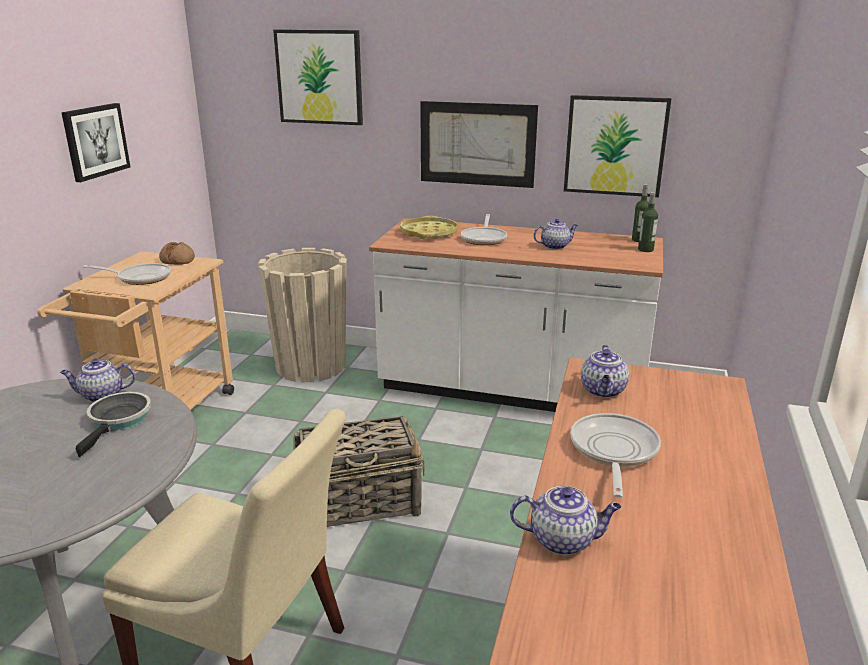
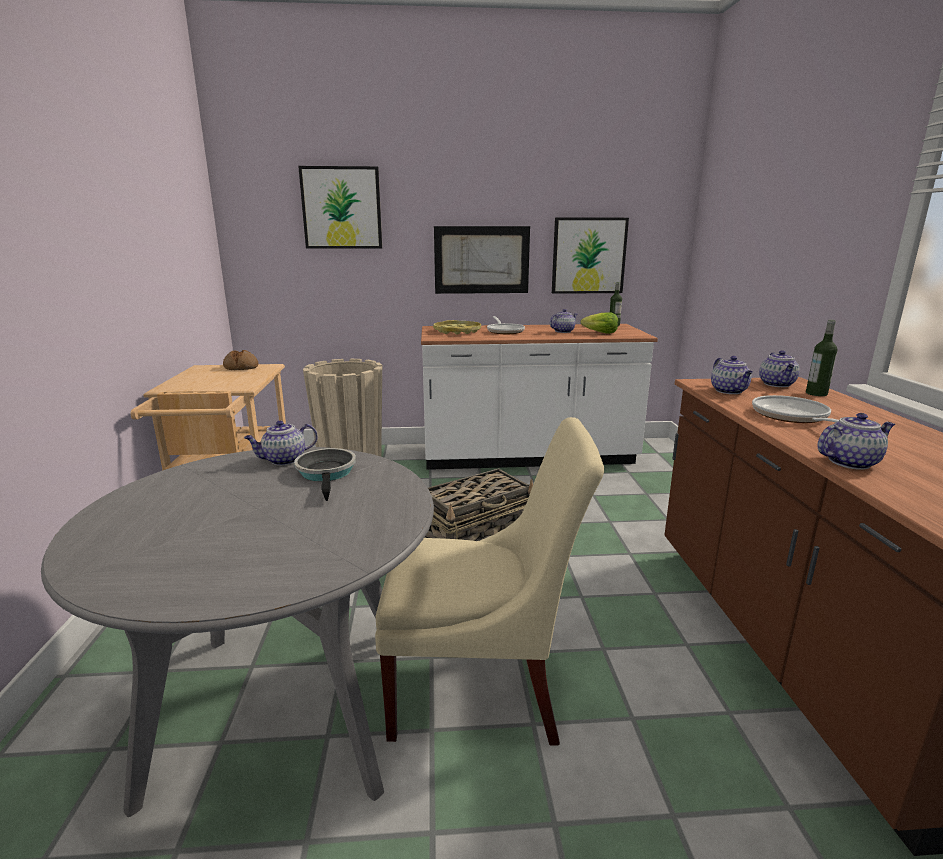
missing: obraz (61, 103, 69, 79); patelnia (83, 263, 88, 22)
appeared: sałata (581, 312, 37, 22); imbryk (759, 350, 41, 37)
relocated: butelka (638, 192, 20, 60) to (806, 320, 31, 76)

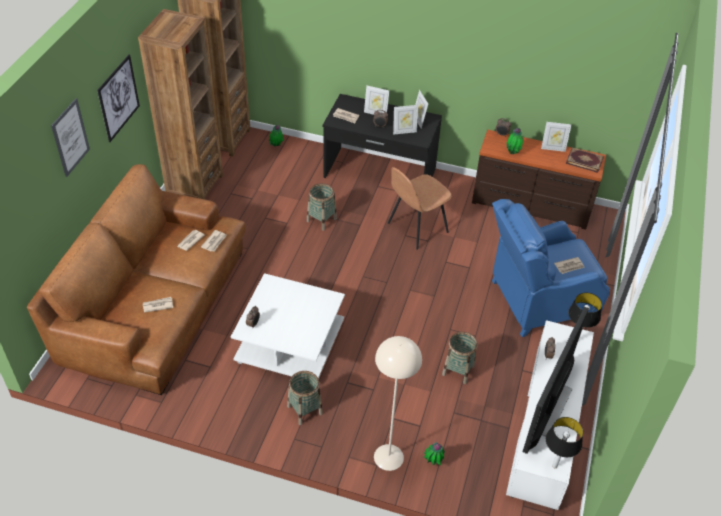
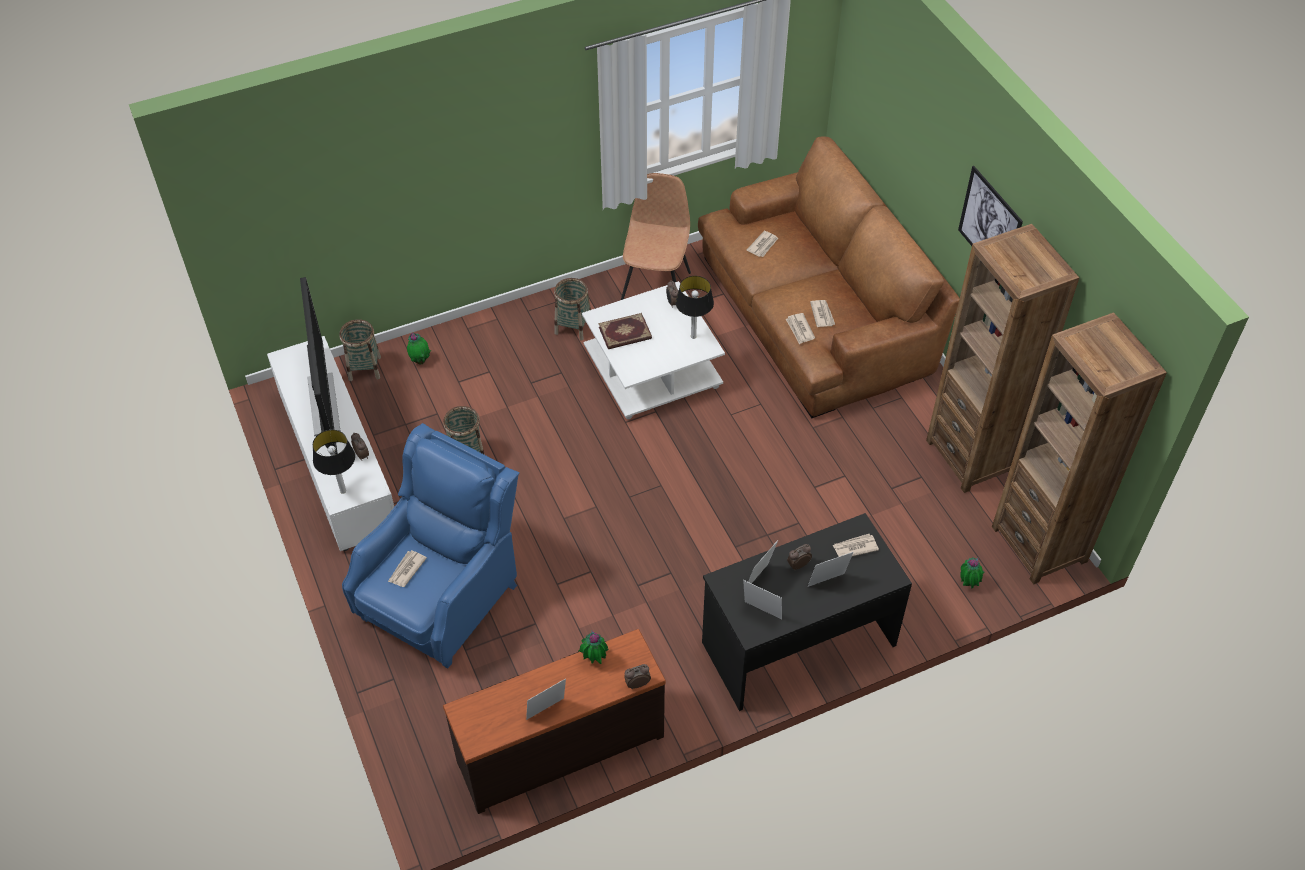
missing: obraz (51, 98, 39, 79); lampa stojąca (beżowy) (374, 336, 48, 135)
relocated: koszyk (307, 183, 30, 48) to (339, 319, 42, 62); książka (566, 147, 38, 26) to (598, 313, 54, 36); krzesło (brązowy) (388, 167, 64, 83) to (621, 173, 70, 127); lampa stołowa (546, 417, 37, 51) to (676, 276, 38, 63)

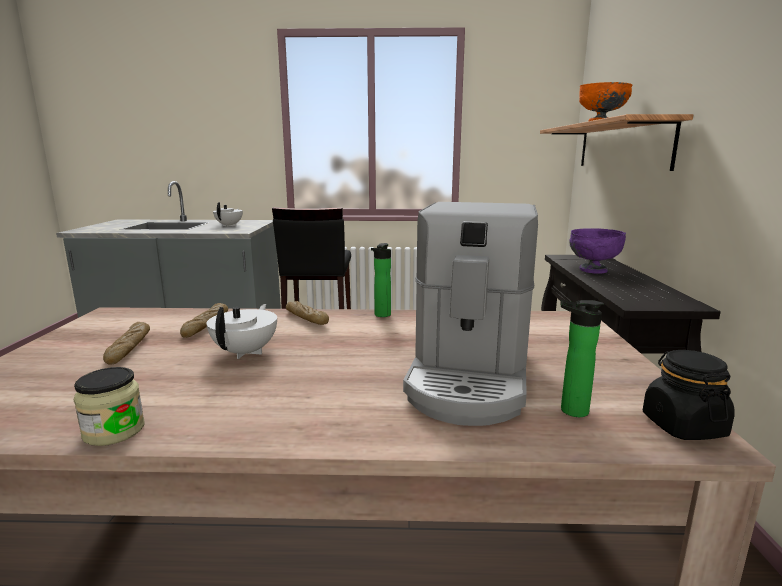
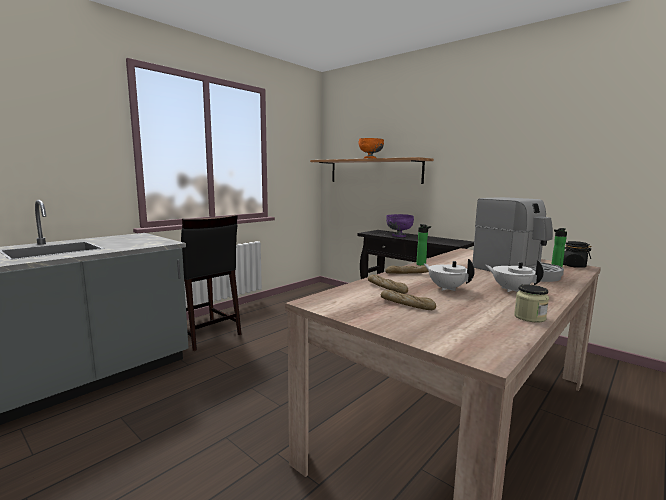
relocated: imbryk (biały) (213, 202, 30, 25) to (485, 260, 59, 32)

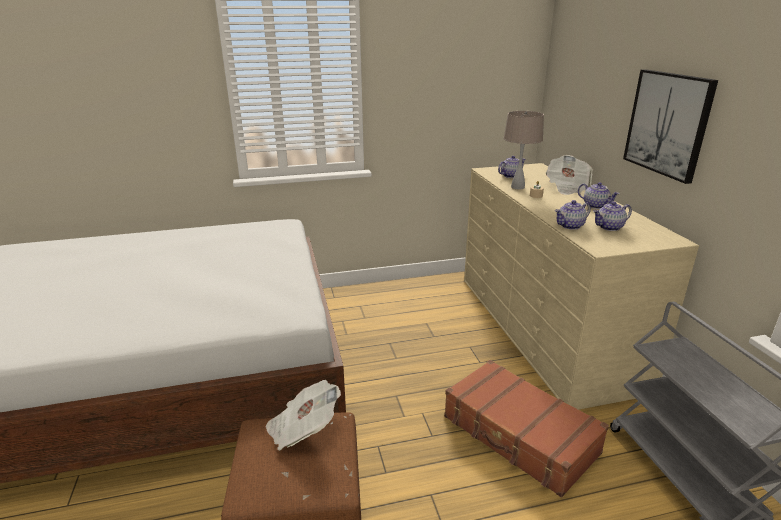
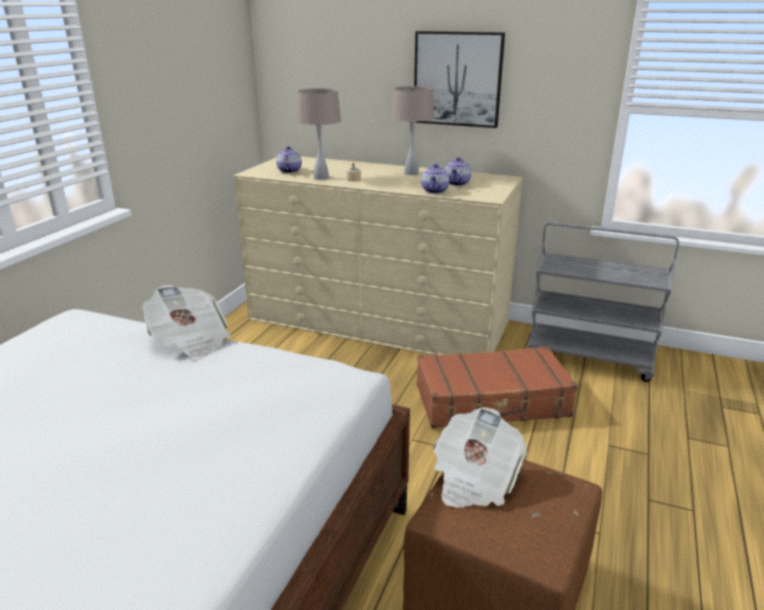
relocated: gazeta (546, 155, 47, 40) to (142, 285, 89, 75)
exchanged: imbryk (578, 182, 42, 27) to lampa stołowa (beżowy) (391, 86, 43, 89)

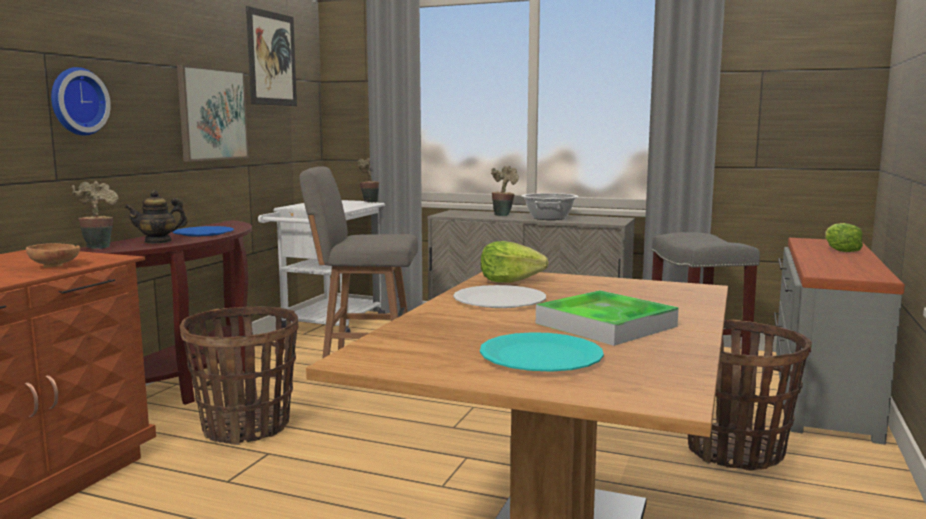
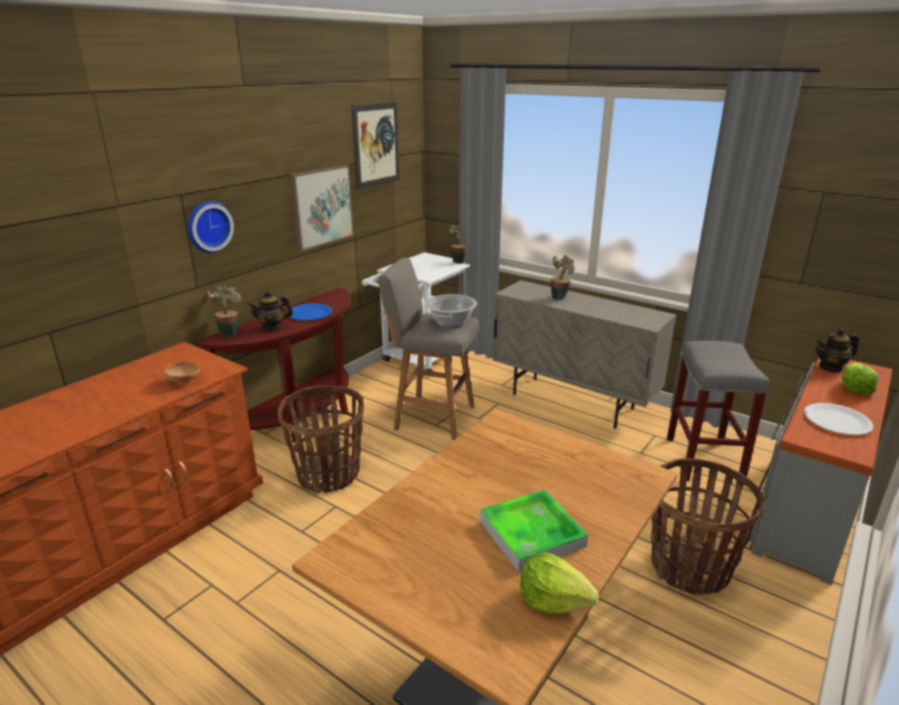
missing: talerz (turkusowy) (480, 332, 124, 40)
appeared: imbryk (816, 328, 43, 45)
relocated: garnek (521, 193, 58, 27) to (426, 294, 51, 33); sałata (481, 241, 67, 42) to (520, 552, 79, 62); talerz (biały) (453, 285, 93, 23) to (804, 403, 70, 32)

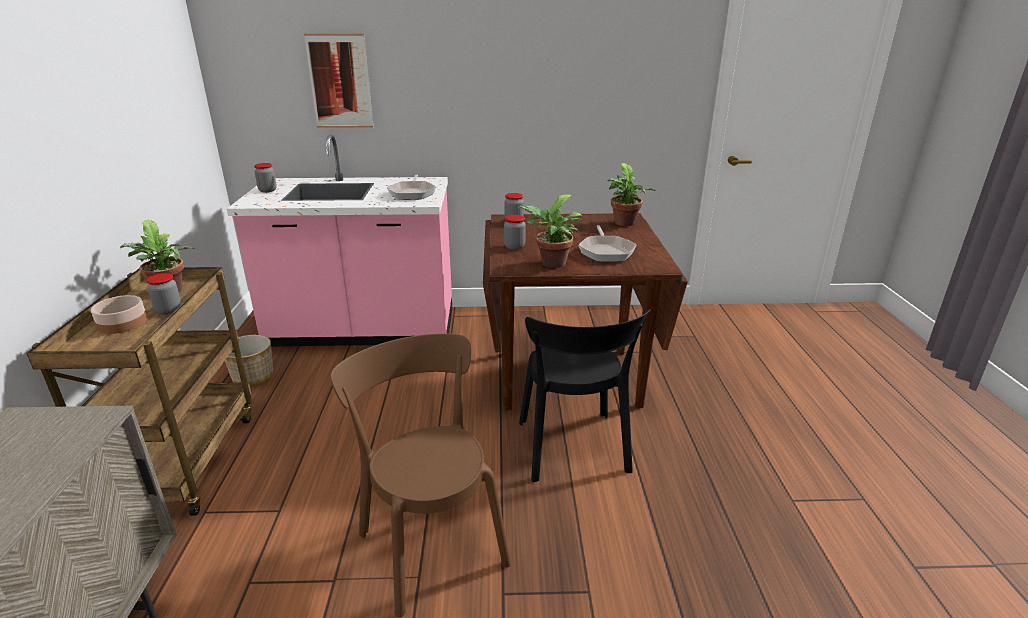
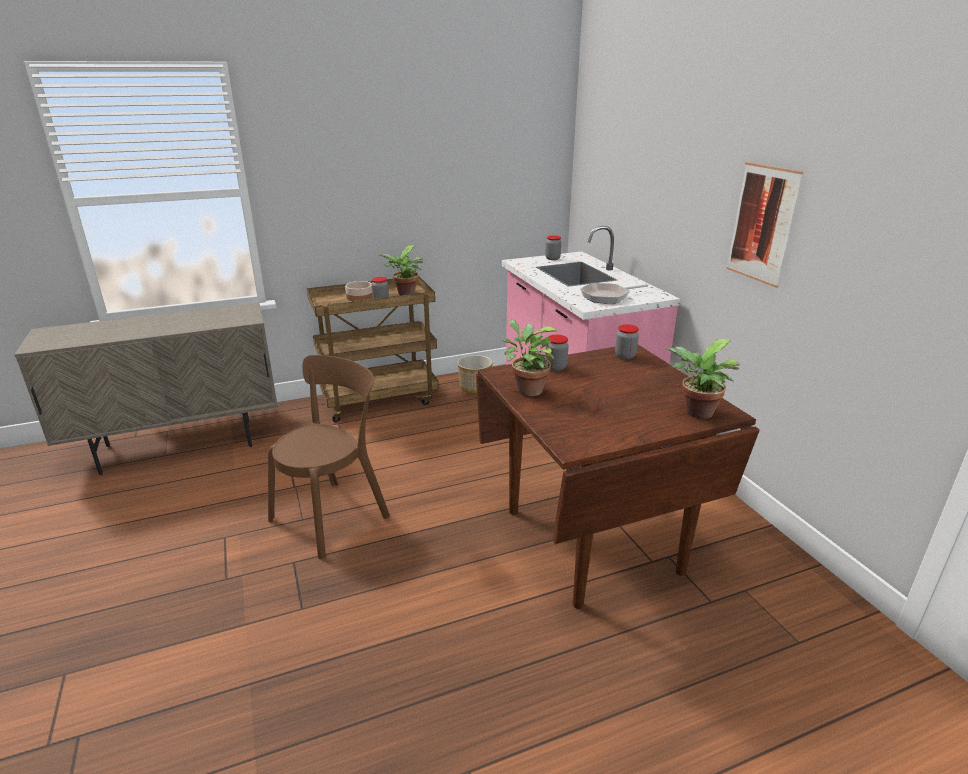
missing: krzesło (czarny) (519, 309, 132, 173); patelnia (578, 225, 59, 37)
relocated: obraz (304, 34, 70, 94) to (726, 162, 77, 126)

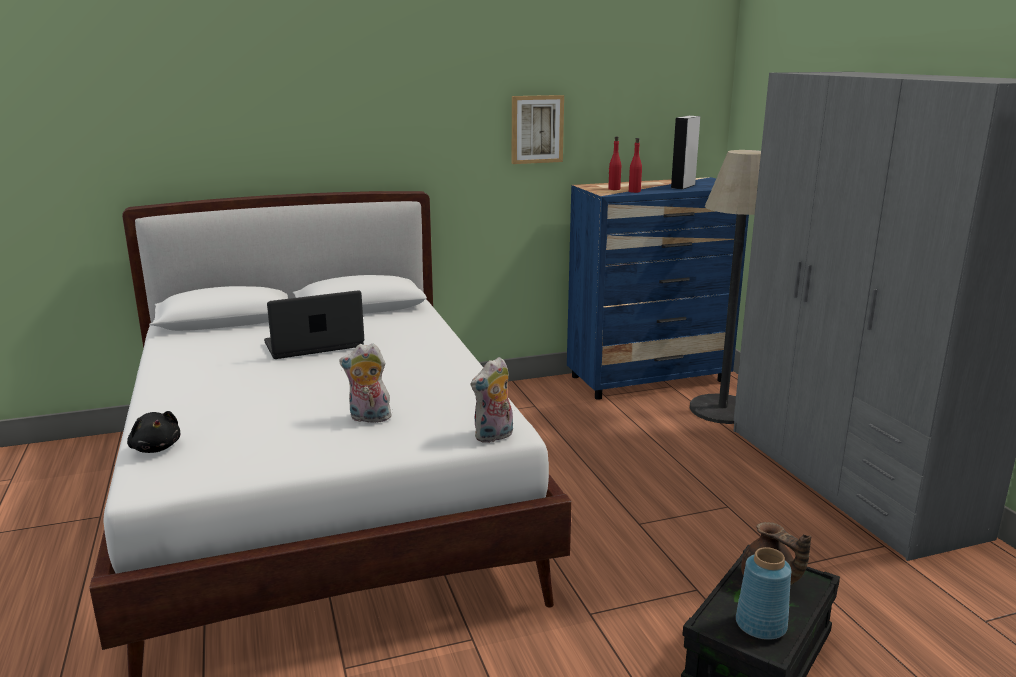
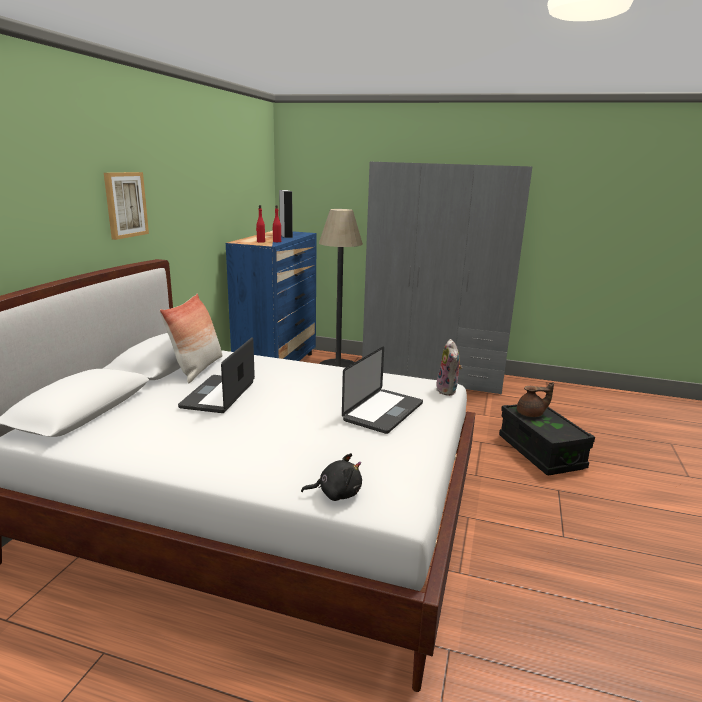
missing: wazon (niebieski) (736, 547, 55, 93)
appeared: poduszka (159, 294, 63, 89)
relocated: obraz (512, 95, 52, 69) to (104, 172, 45, 68)
exchanged: pluszak (339, 343, 52, 80) to laptop (342, 346, 81, 88)

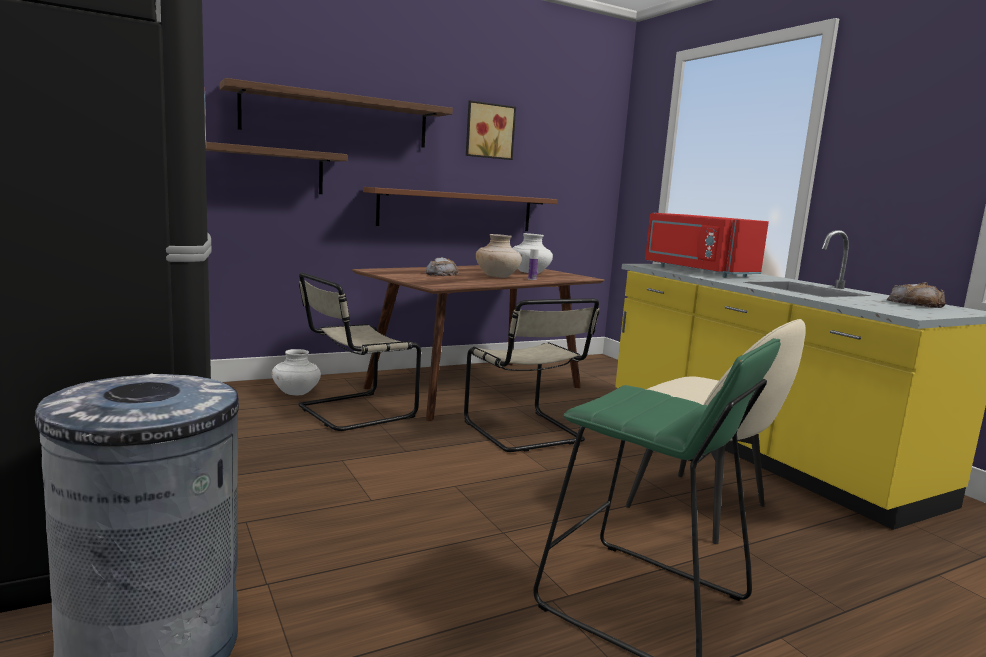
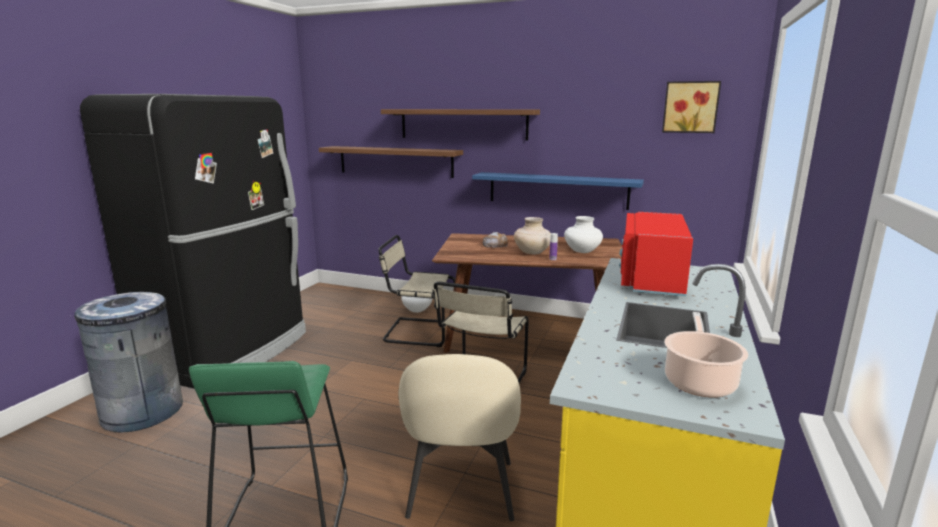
relocated: obraz (466, 100, 50, 60) to (662, 81, 59, 52)
exchanged: chleb (887, 282, 58, 26) to garnek (664, 312, 84, 85)
colour: półka (brązowy) (363, 187, 195, 44) to półka (niebieski) (472, 172, 172, 38)

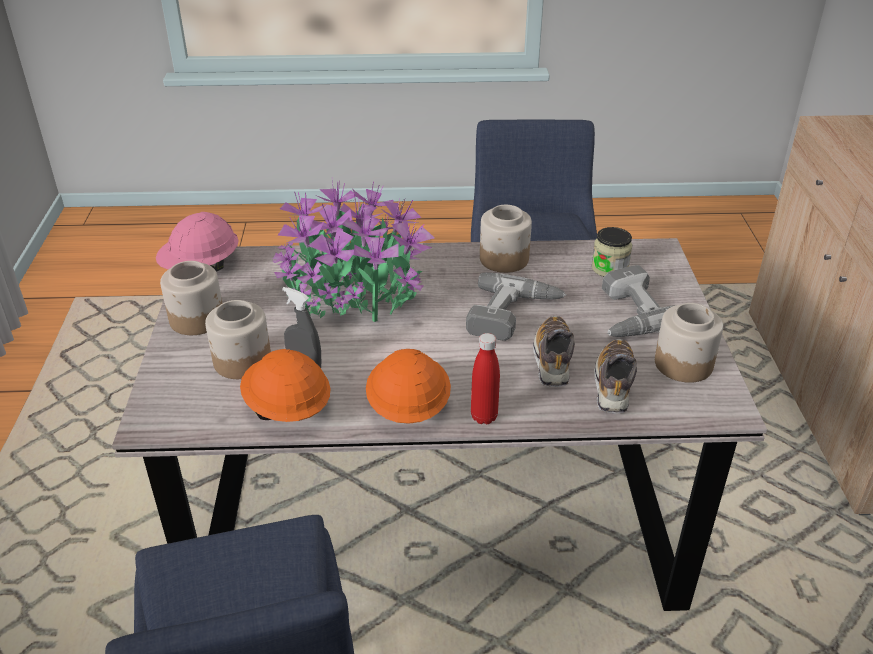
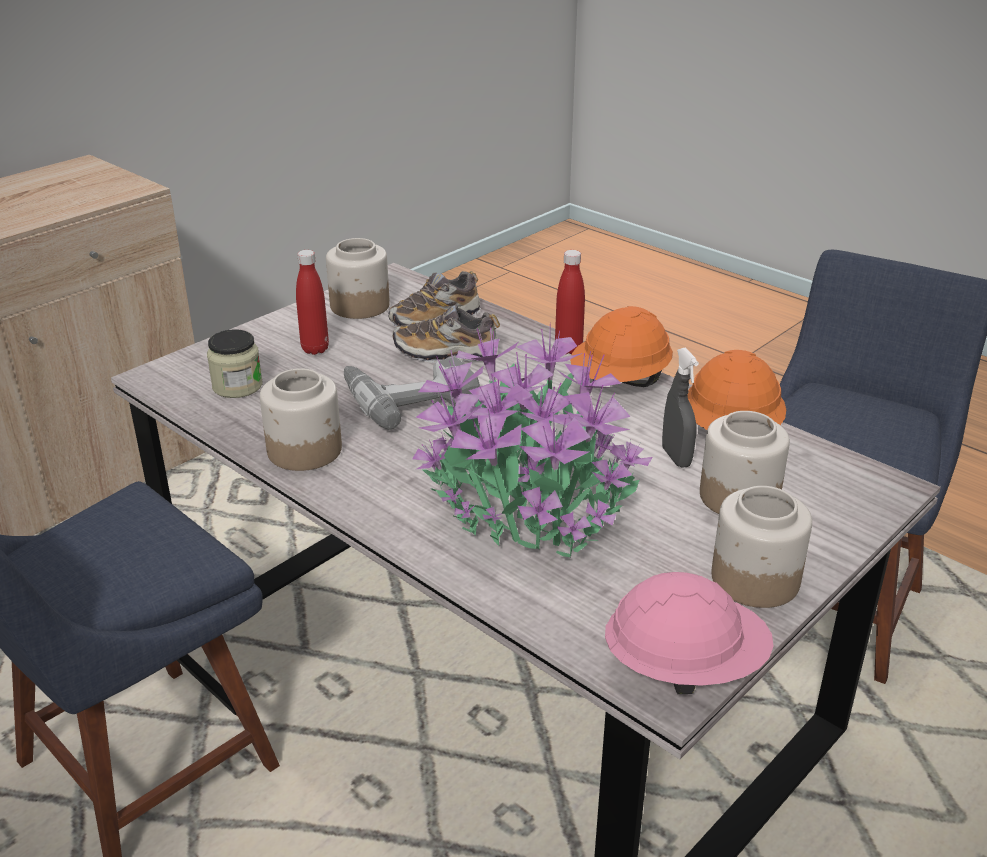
exchanged: wiertarka (602, 265, 73, 72) to butelka (czerwony) (296, 250, 33, 105)
spun: but (533, 316, 42, 71) = (392, 305, 108, 58) 45 degrees clockwise

